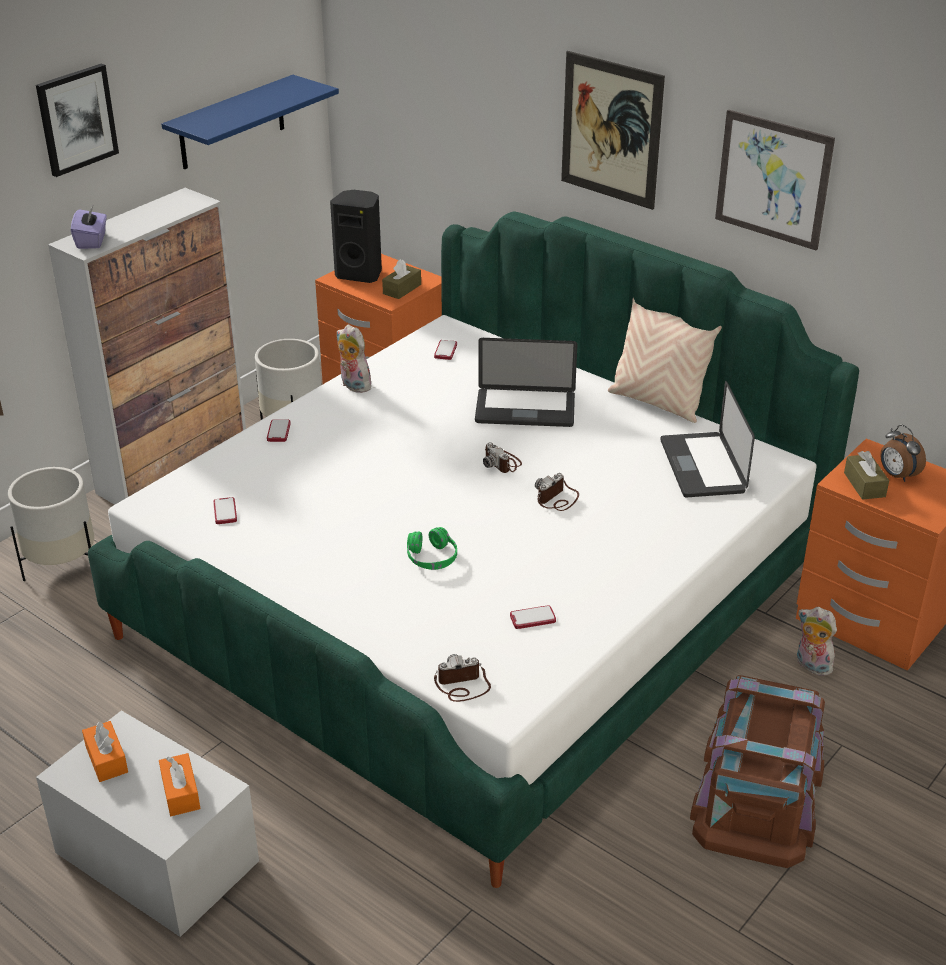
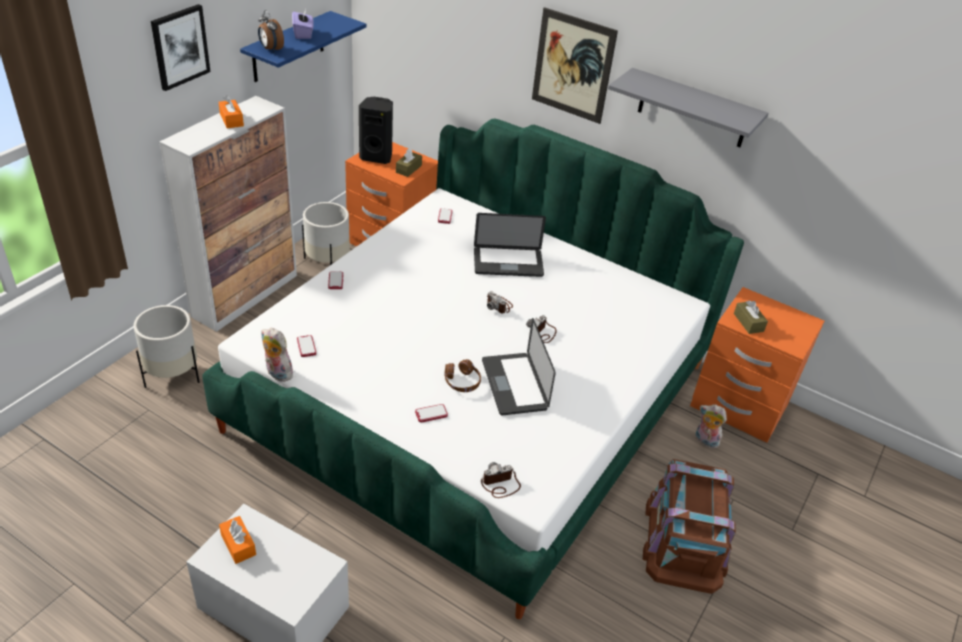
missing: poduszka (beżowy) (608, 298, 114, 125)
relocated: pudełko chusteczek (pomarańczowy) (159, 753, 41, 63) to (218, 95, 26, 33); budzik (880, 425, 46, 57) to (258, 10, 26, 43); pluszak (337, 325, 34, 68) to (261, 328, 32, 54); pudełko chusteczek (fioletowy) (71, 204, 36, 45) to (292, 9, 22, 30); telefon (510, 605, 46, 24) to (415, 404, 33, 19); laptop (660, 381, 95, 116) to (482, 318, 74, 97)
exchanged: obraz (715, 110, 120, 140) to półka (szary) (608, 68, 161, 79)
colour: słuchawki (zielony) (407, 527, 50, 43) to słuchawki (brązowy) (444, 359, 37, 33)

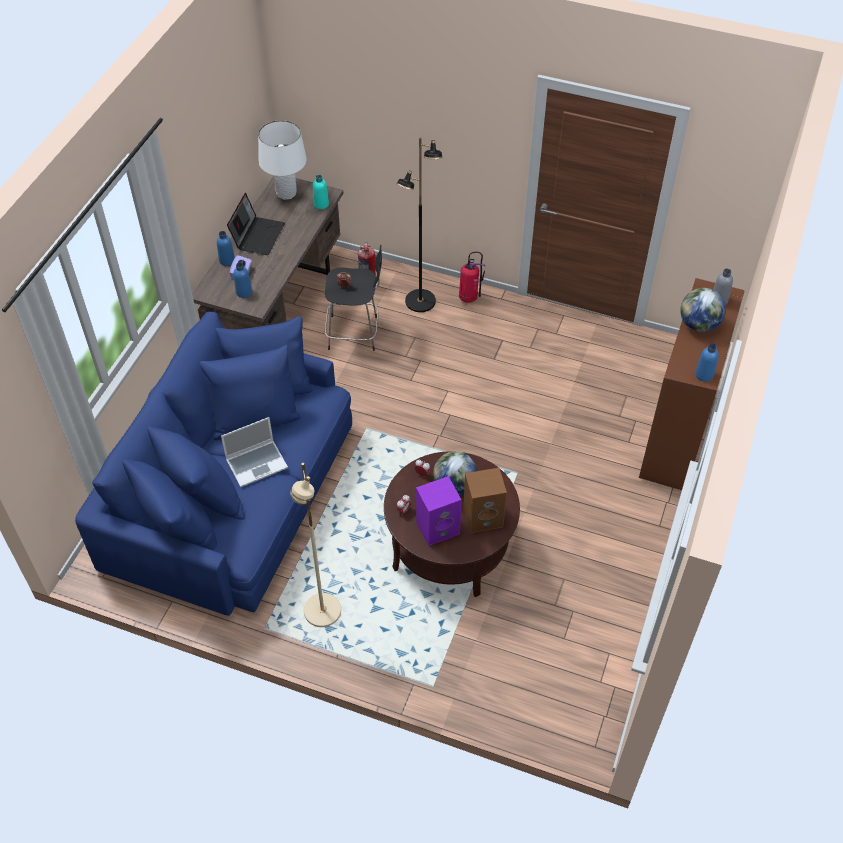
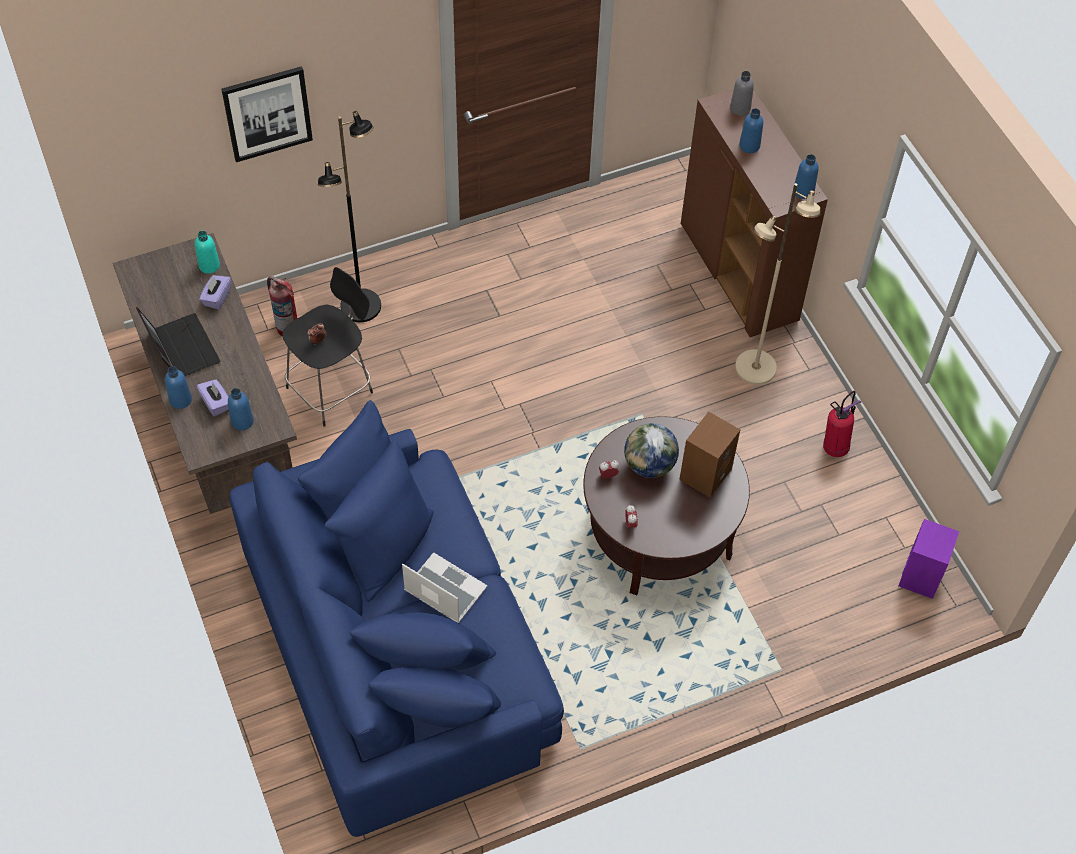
missing: lampa stołowa (biały) (258, 120, 49, 80)
appeared: pudełko chusteczek (fioletowy) (199, 275, 32, 35); obraz (221, 66, 92, 96)
relocated: lampa stojąca (beżowy) (290, 463, 51, 164) to (735, 183, 85, 202); gaśnica (459, 251, 27, 52) to (823, 391, 38, 66); głośnik (fioletowy) (416, 476, 45, 70) to (899, 519, 60, 80)
exchanged: globus (680, 288, 46, 44) to butelka (niebieski) (739, 108, 24, 45)
spun: laptop (221, 417, 67, 70) = (402, 552, 86, 71) 75 degrees counterclockwise

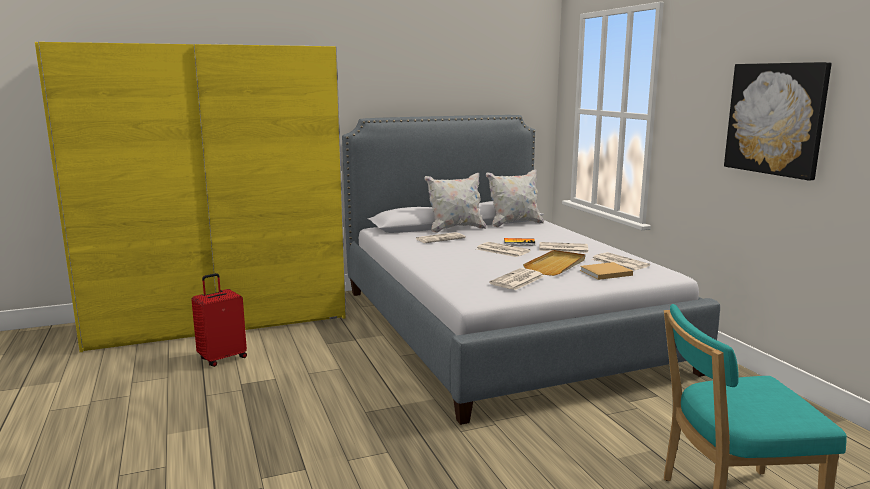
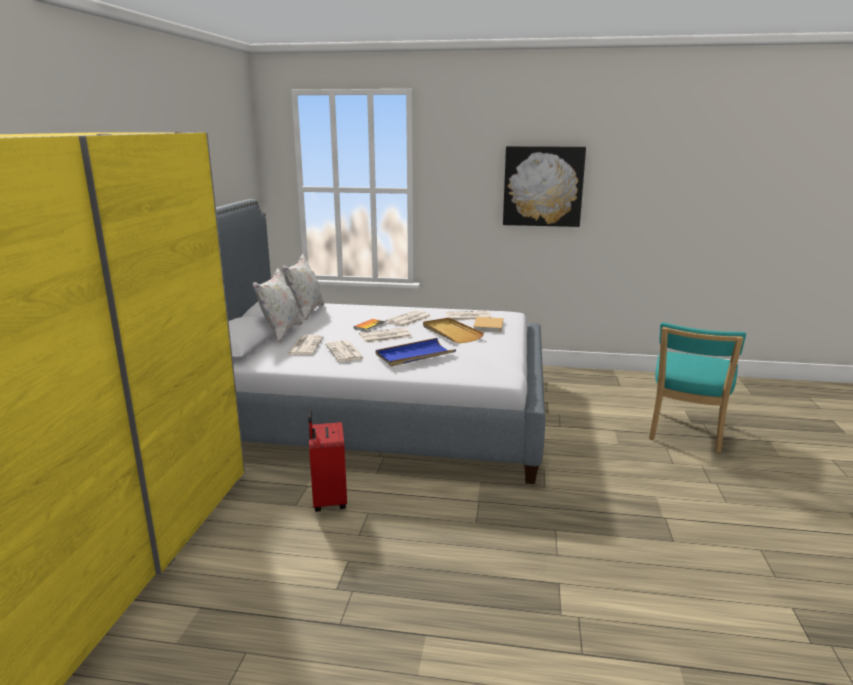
appeared: taca (niebieski) (375, 338, 81, 29)
relocated: walizka (czerwony) (191, 273, 56, 94) to (308, 410, 39, 102); gazeta (489, 268, 55, 22) to (325, 340, 40, 22)

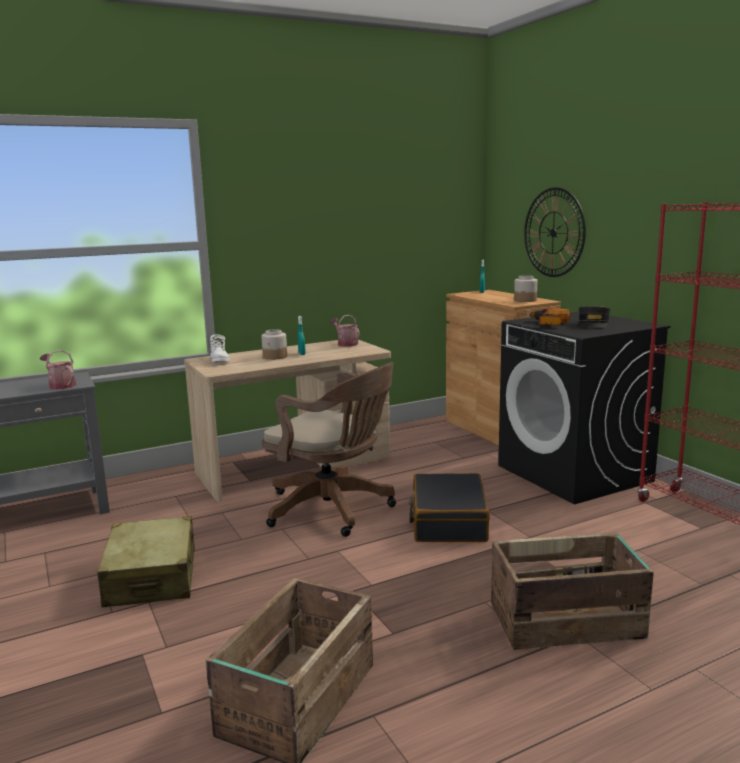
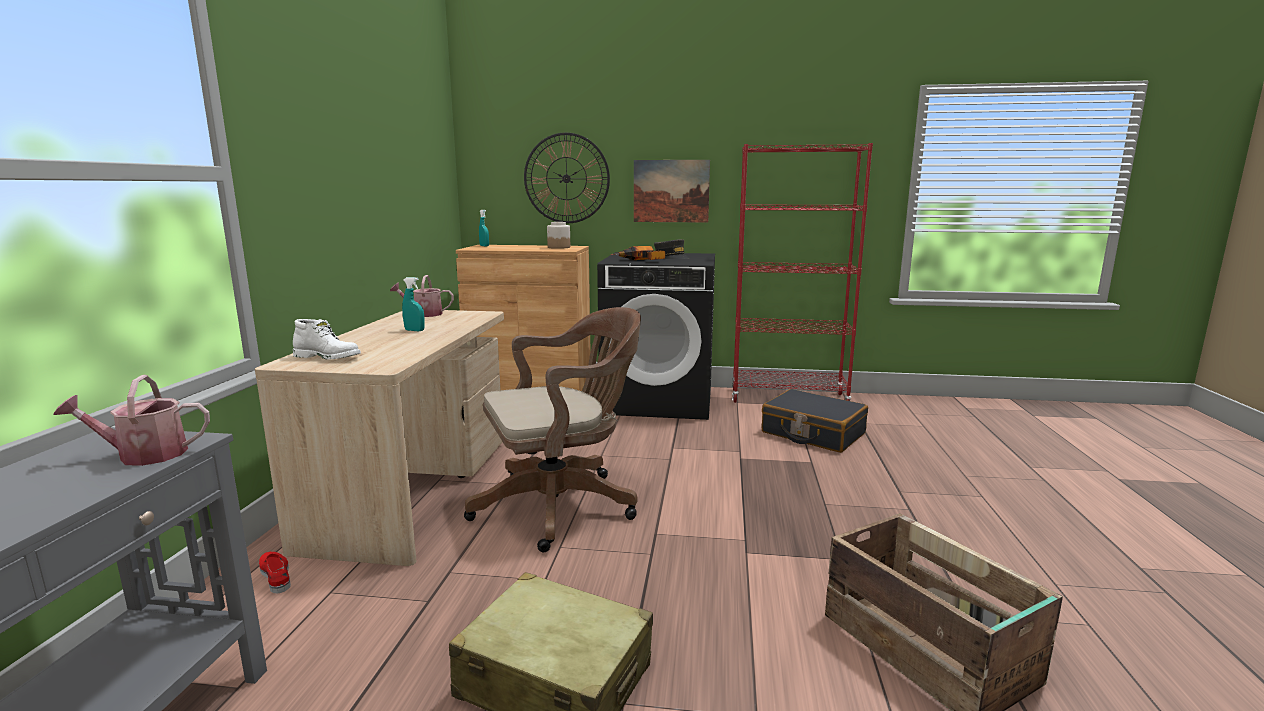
missing: słoik (261, 329, 26, 31); skrzynka (491, 533, 163, 117)
appeared: but (czerwony) (259, 552, 32, 42); obraz (634, 160, 76, 63)
relocated: walizka (czarny) (409, 473, 81, 69) to (762, 389, 106, 64)

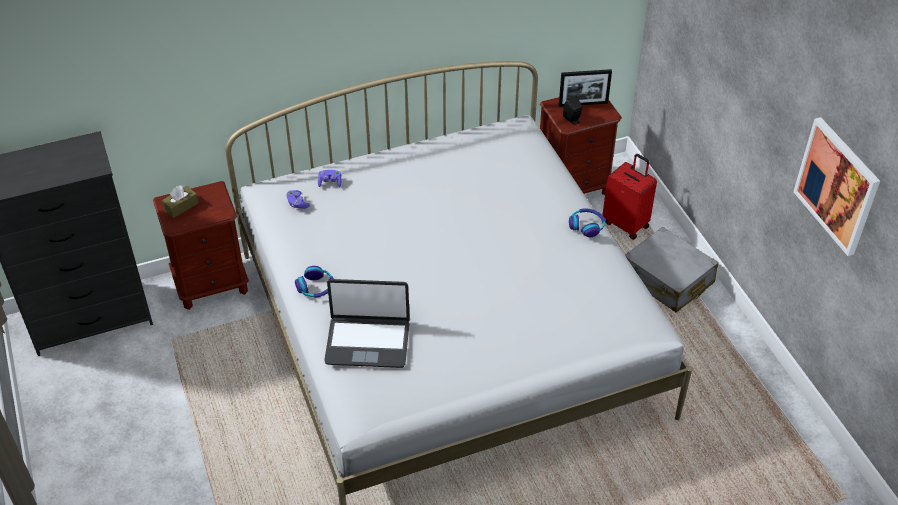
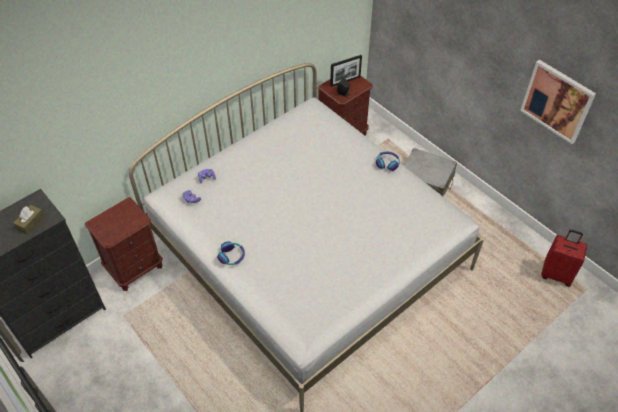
missing: laptop (324, 279, 86, 89)
relocated: pudełko chusteczek (brązowy) (162, 185, 37, 33) to (13, 205, 32, 30); walizka (czerwony) (603, 154, 54, 86) to (541, 230, 46, 57)

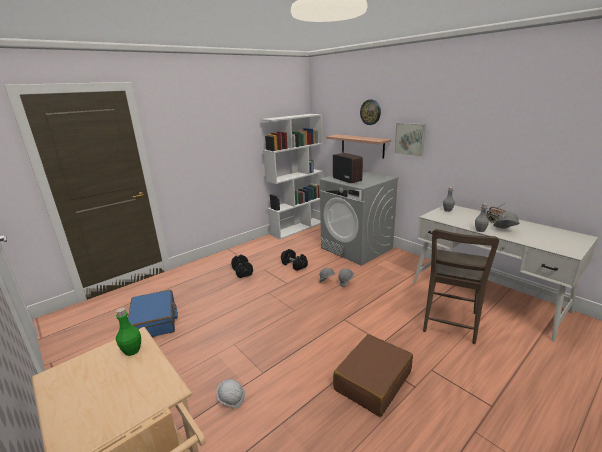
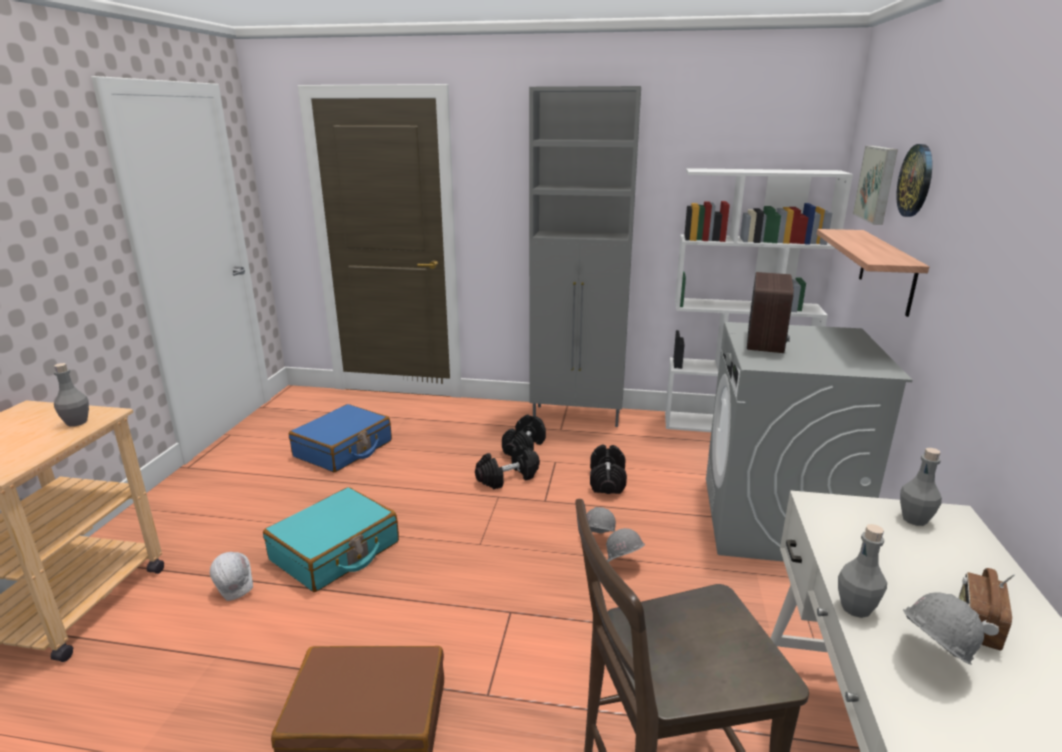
appeared: walizka (turkusowy) (263, 487, 136, 105); hantel (czarny) (475, 445, 65, 45); szafka (szary) (529, 86, 112, 341)
relocated: obraz (394, 123, 32, 34) to (853, 146, 45, 79)
colour: butelka (zielony) (116, 307, 25, 49) to butelka (szary) (54, 363, 35, 64)

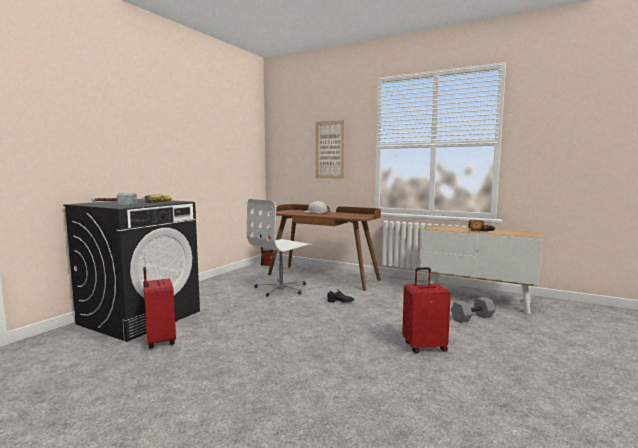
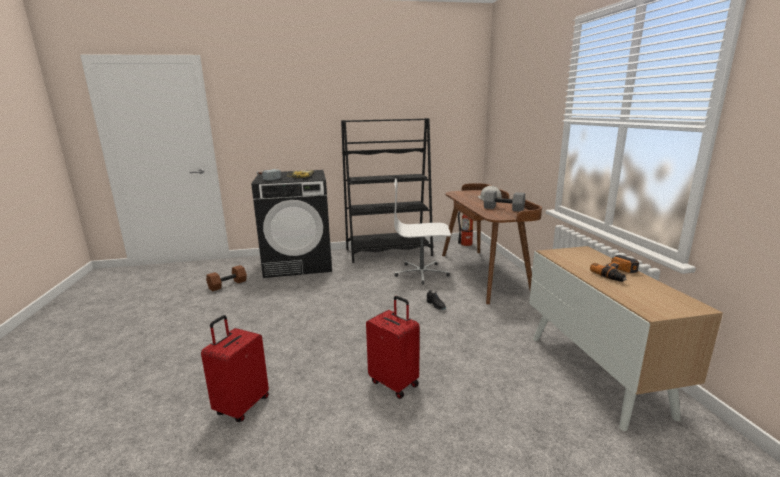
missing: obraz (316, 120, 29, 59)
appeared: hantel (brązowy) (206, 265, 41, 26); regał (czarny) (341, 118, 92, 145)
relocated: walizka (czerwony) (143, 267, 33, 82) to (201, 315, 68, 107); hantel (szary) (451, 297, 45, 26) to (484, 190, 41, 22)

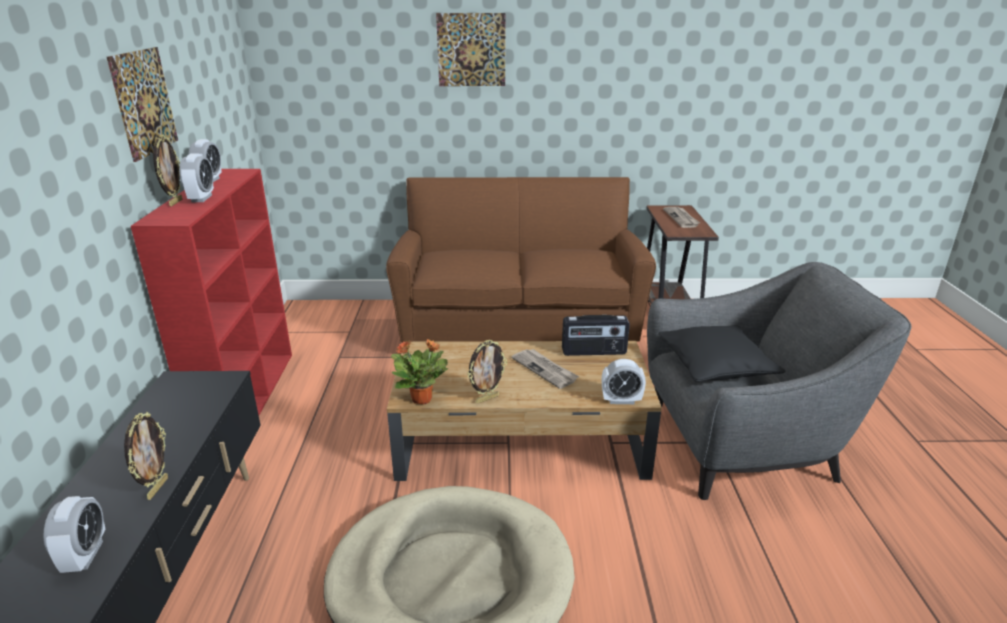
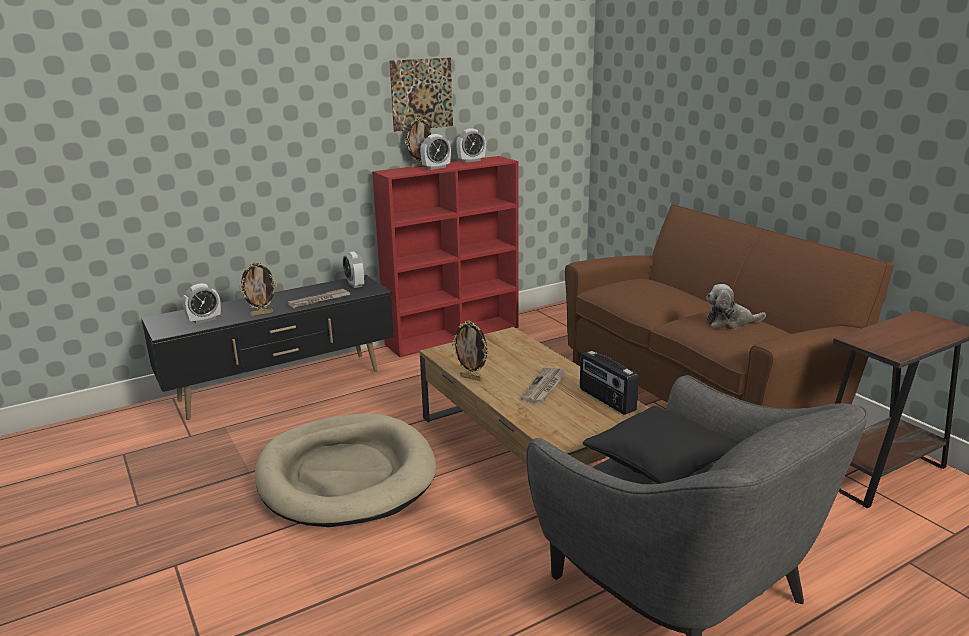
missing: roślina doniczkowa (391, 339, 57, 65); obraz (436, 13, 69, 73)
appeared: pluszak (706, 284, 60, 45)
relocated: gazeta (663, 207, 37, 21) to (288, 289, 62, 20); budzik (602, 359, 44, 45) to (343, 252, 22, 36)

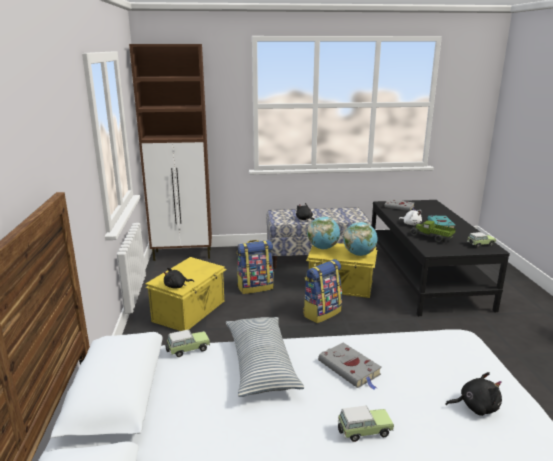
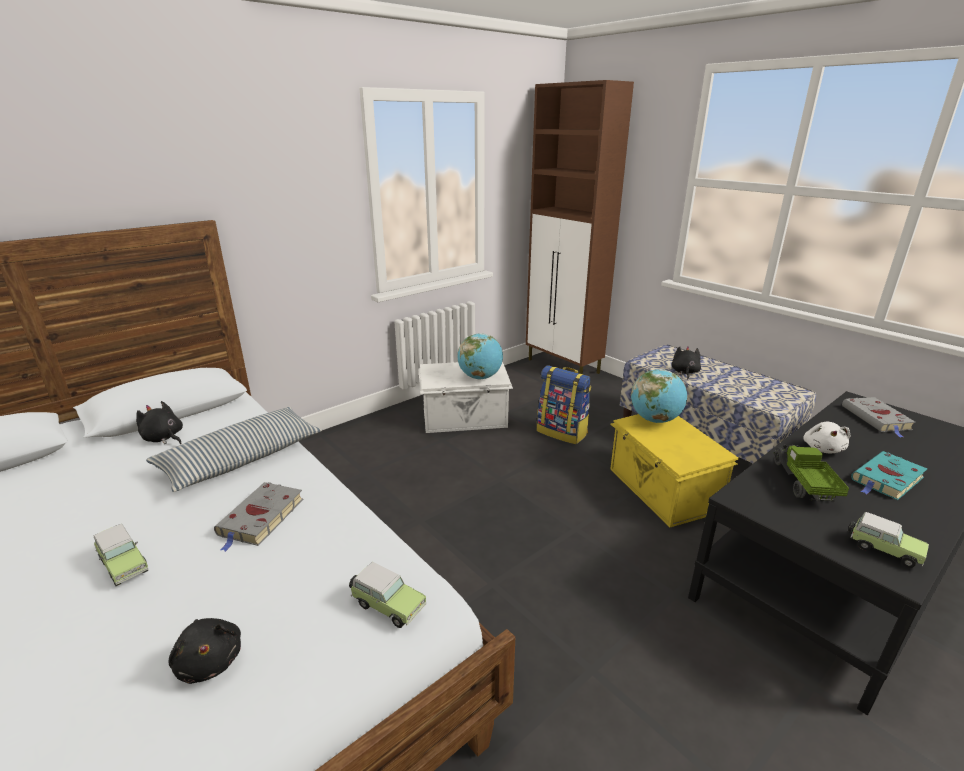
missing: plecak (303, 259, 39, 64)
relocated: pluszak (czarny) (164, 267, 30, 22) to (136, 401, 47, 43); samochodzik (165, 329, 45, 28) to (349, 562, 77, 66); globus (343, 222, 34, 34) to (457, 333, 46, 47)
colour: pojemnik do przechowywania (żółty) (145, 257, 82, 74) to pojemnik do przechowywania (biały) (418, 361, 95, 72)

